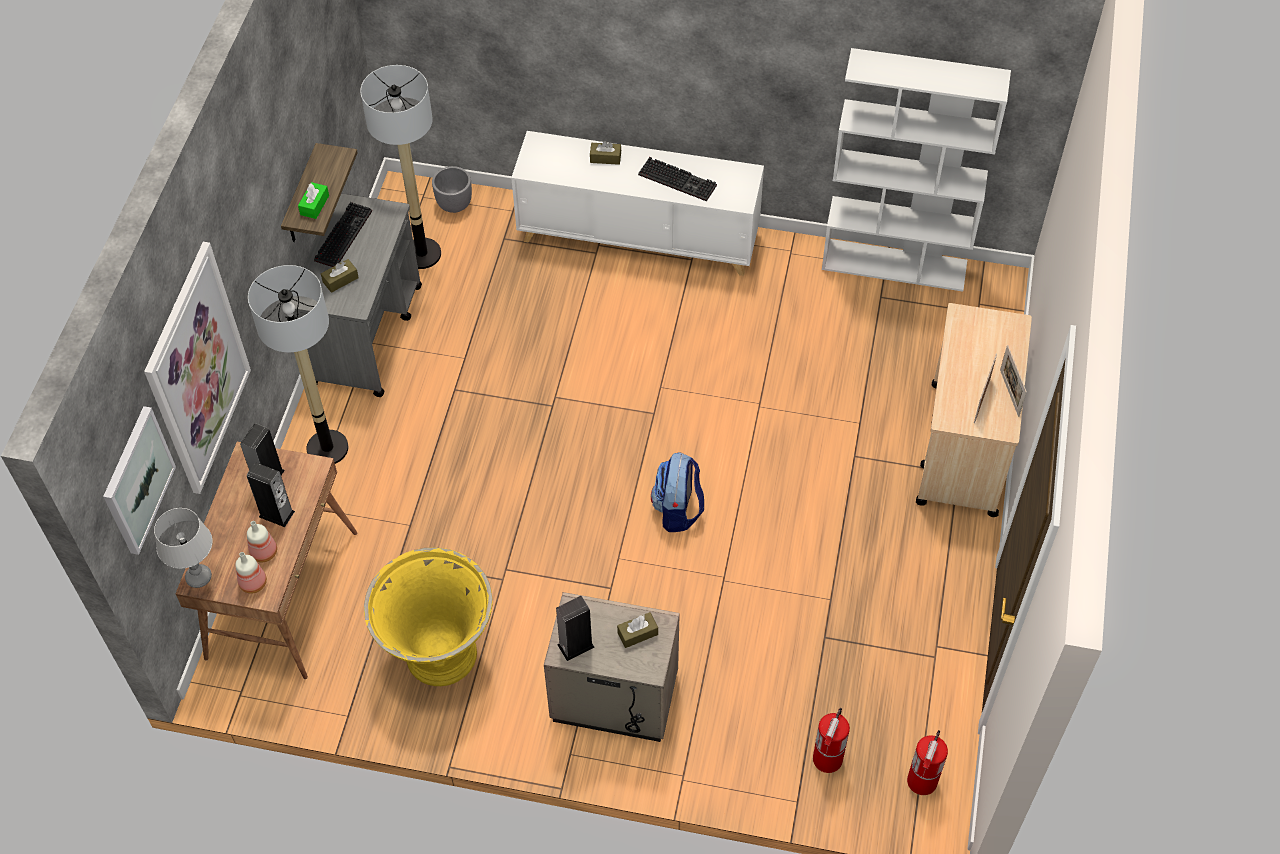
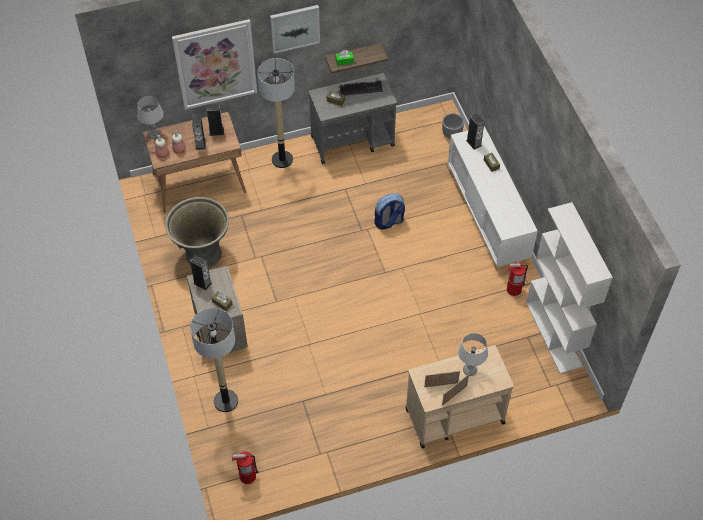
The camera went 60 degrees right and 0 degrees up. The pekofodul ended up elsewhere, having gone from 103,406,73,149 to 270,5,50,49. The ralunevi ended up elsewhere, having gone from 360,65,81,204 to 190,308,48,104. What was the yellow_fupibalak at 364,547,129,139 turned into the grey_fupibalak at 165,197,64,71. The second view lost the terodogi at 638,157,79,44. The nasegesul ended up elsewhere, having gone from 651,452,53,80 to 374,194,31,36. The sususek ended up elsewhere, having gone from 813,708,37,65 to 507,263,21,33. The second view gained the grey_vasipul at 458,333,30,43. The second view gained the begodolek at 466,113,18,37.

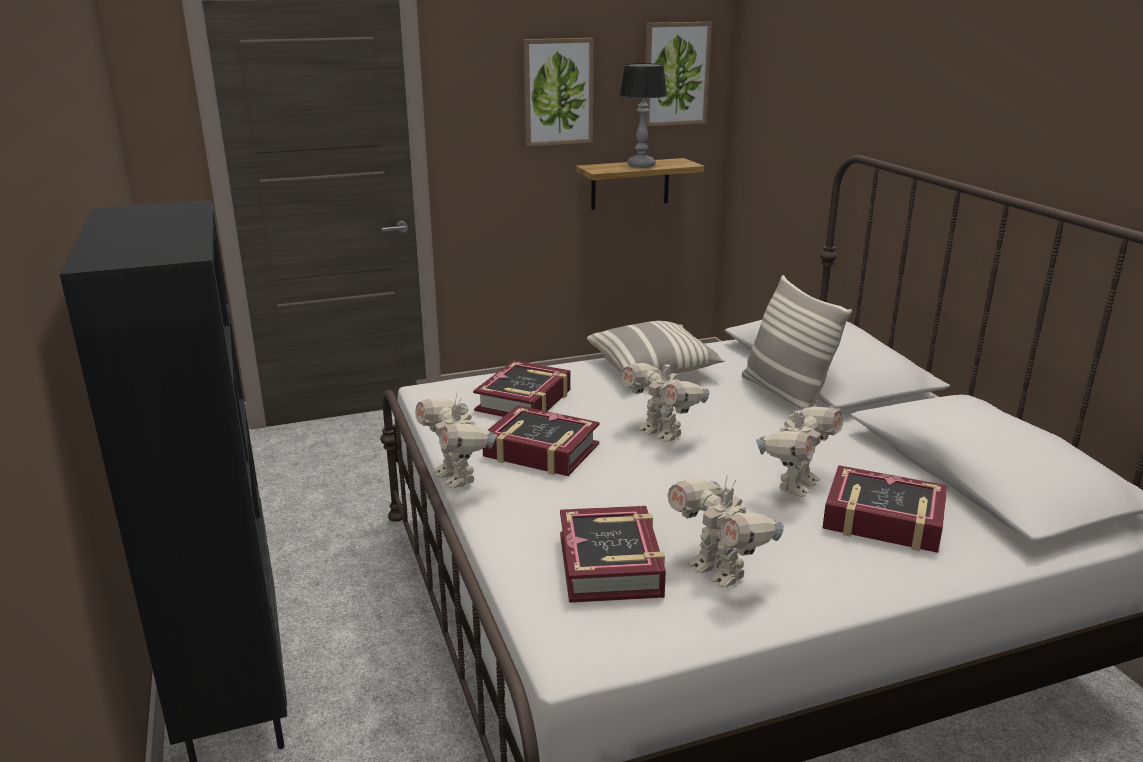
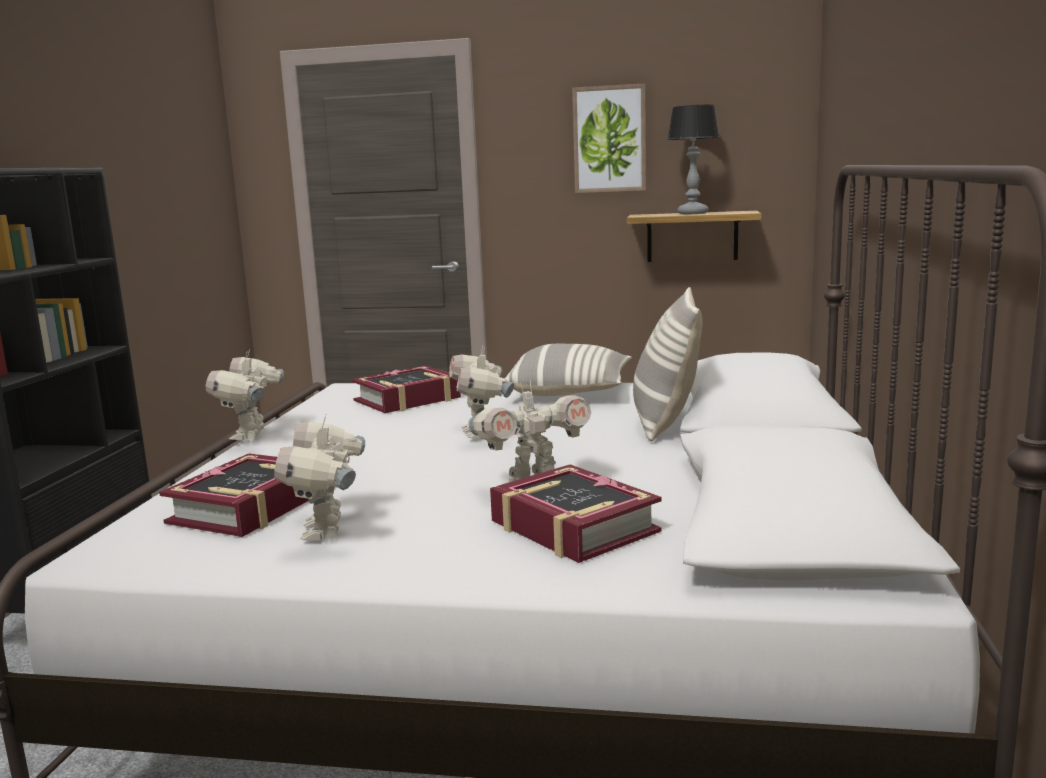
The camera went 30 degrees right and 10 degrees down. The second view lost the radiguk at 483,405,117,71. The second view lost the pekofodul at 644,22,68,105.

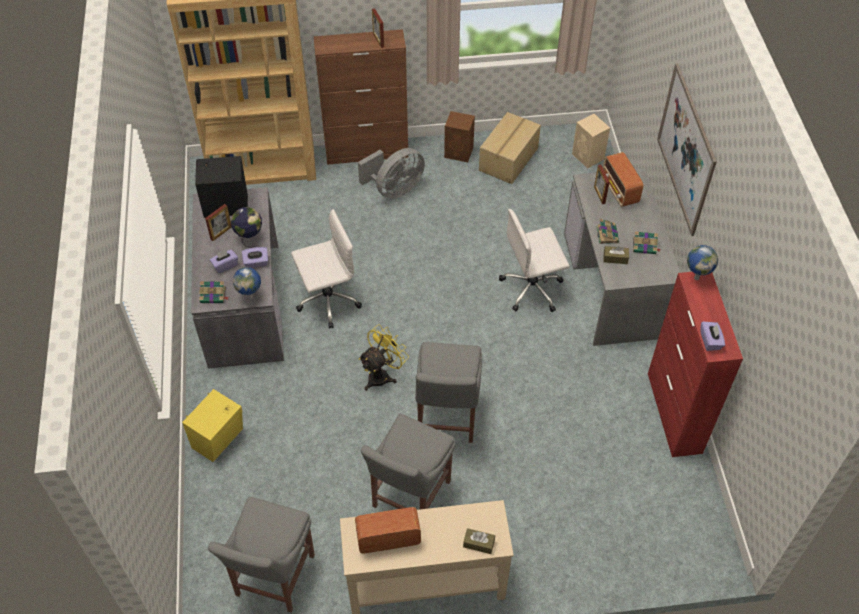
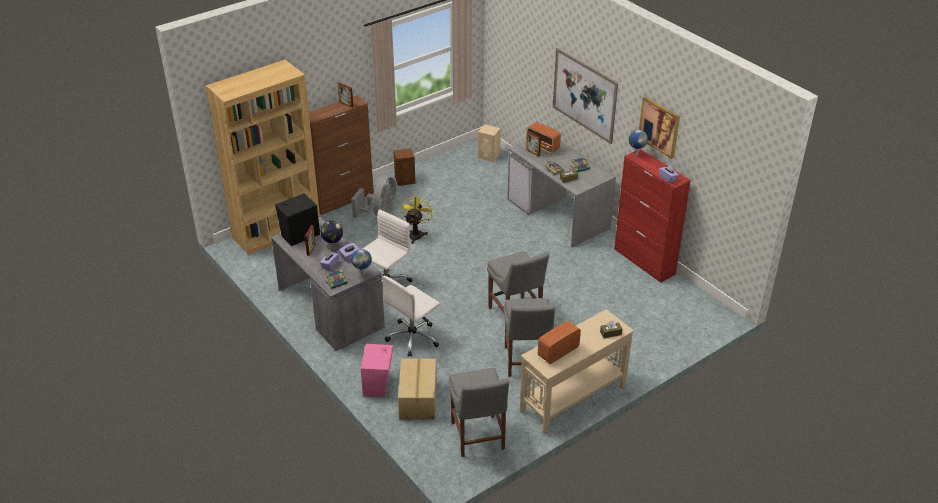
The camera went 30 degrees left and 15 degrees down. What was the yellow_begodolek at 182,389,61,73 turned into the pink_begodolek at 361,344,32,53. The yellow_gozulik ended up elsewhere, having gone from 359,325,50,66 to 401,195,33,49. The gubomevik ended up elsewhere, having gone from 479,112,62,72 to 398,358,39,62. The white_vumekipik ended up elsewhere, having gone from 499,209,71,103 to 382,276,58,80. The second view gained the pekofodul at 639,97,41,62.

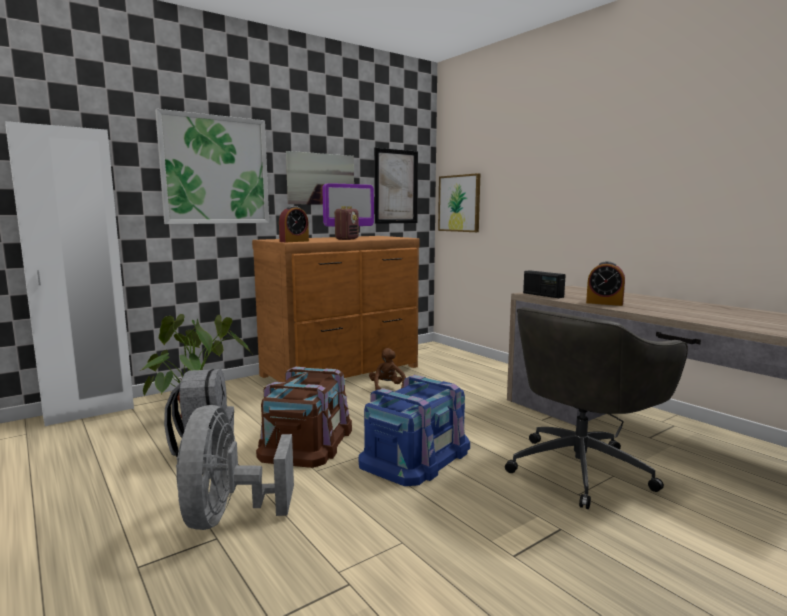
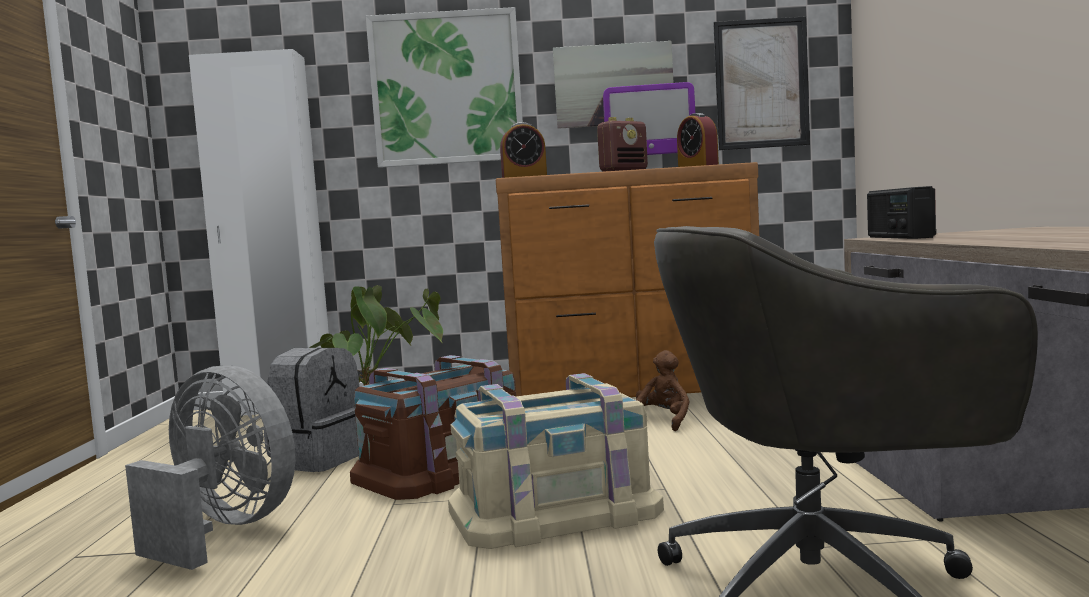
The camera went 35 degrees right and 5 degrees down. The grey_gozulik at 176,405,118,125 ended up facing another way, 90 degrees clockwise from before. What was the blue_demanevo at 359,375,111,111 turned into the beige_demanevo at 448,373,216,176. The second view lost the pekofodul at 438,173,42,59. The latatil ended up elsewhere, having gone from 586,261,39,45 to 677,113,42,54.

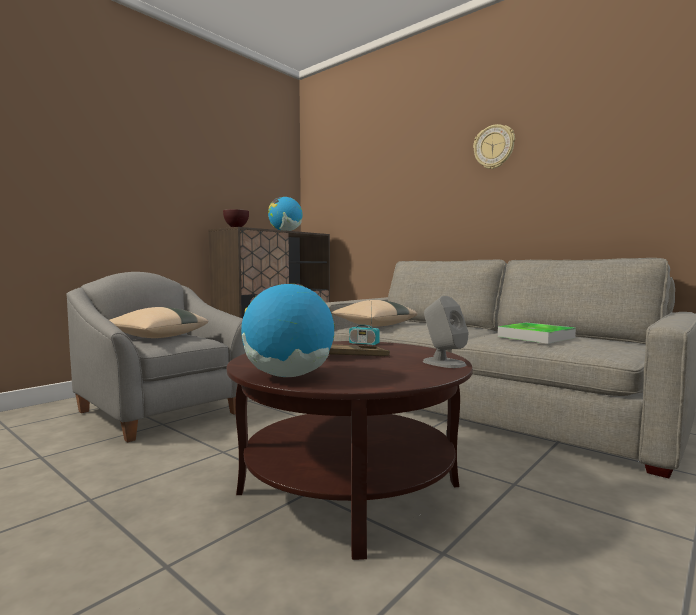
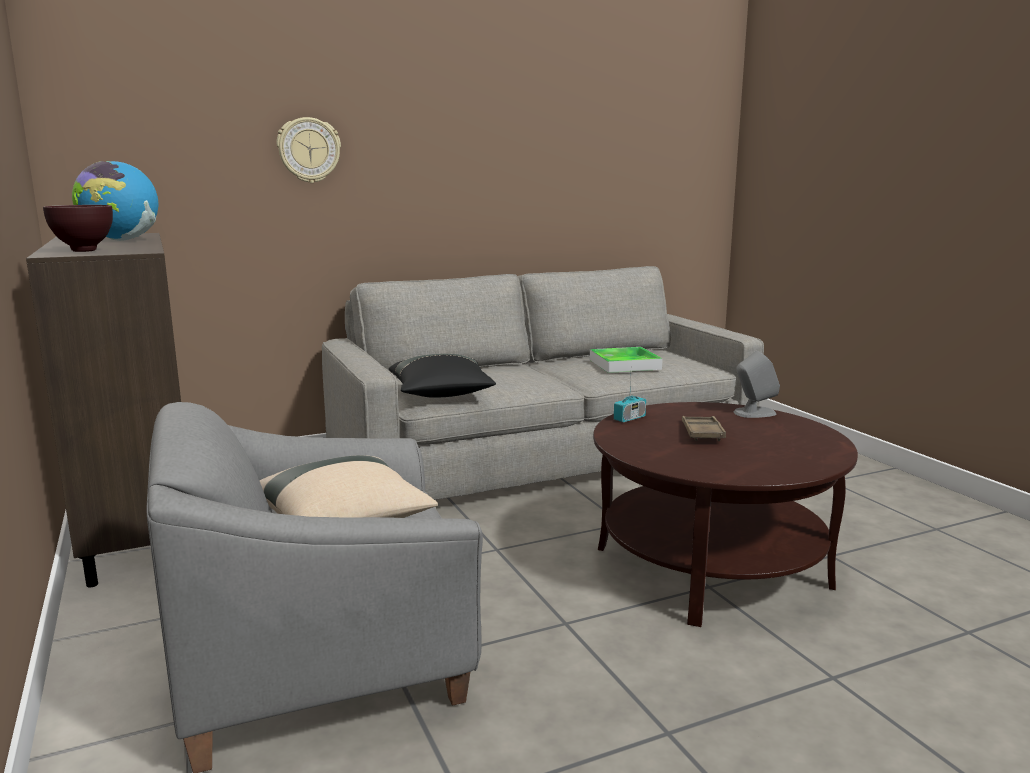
The camera went 65 degrees left and 10 degrees up. The second view lost the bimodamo at 241,284,94,93. What was the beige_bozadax at 331,300,87,27 turned into the black_bozadax at 389,354,107,44. The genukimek ended up elsewhere, having gone from 473,124,42,45 to 277,117,64,66.

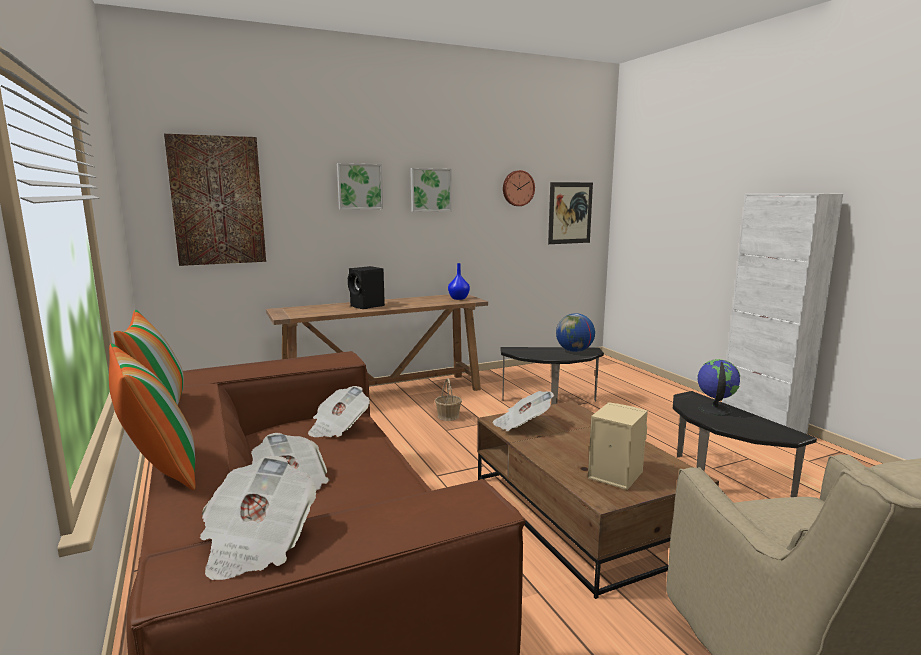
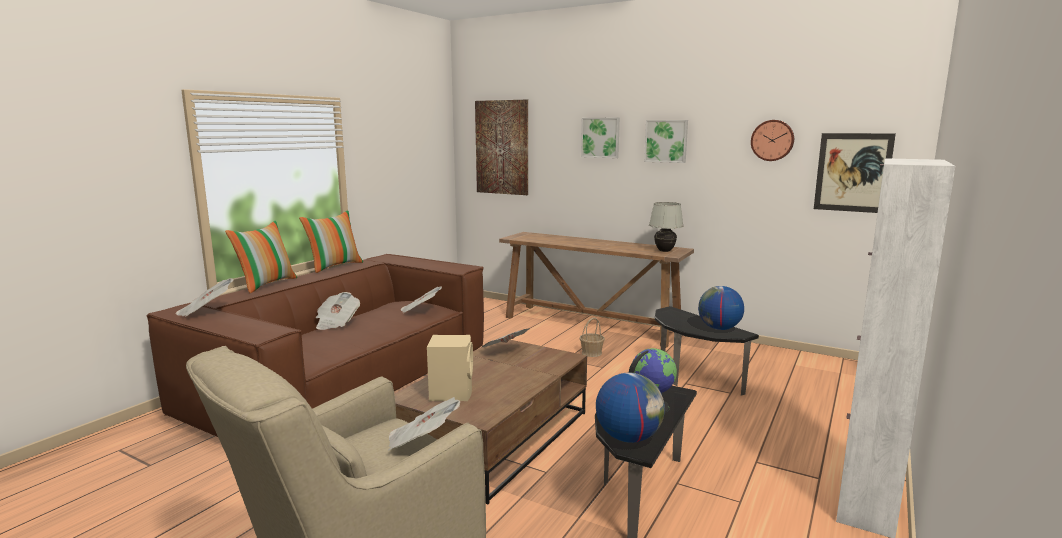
The camera went 55 degrees right and 0 degrees up. The second view lost the black_begodolek at 348,266,37,43. Where the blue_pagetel stood at 448,263,22,37, the white_vasipul came to stand at 649,202,35,50. The second view gained the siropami at 388,397,72,54. The second view gained the bimodamo at 596,372,69,71.

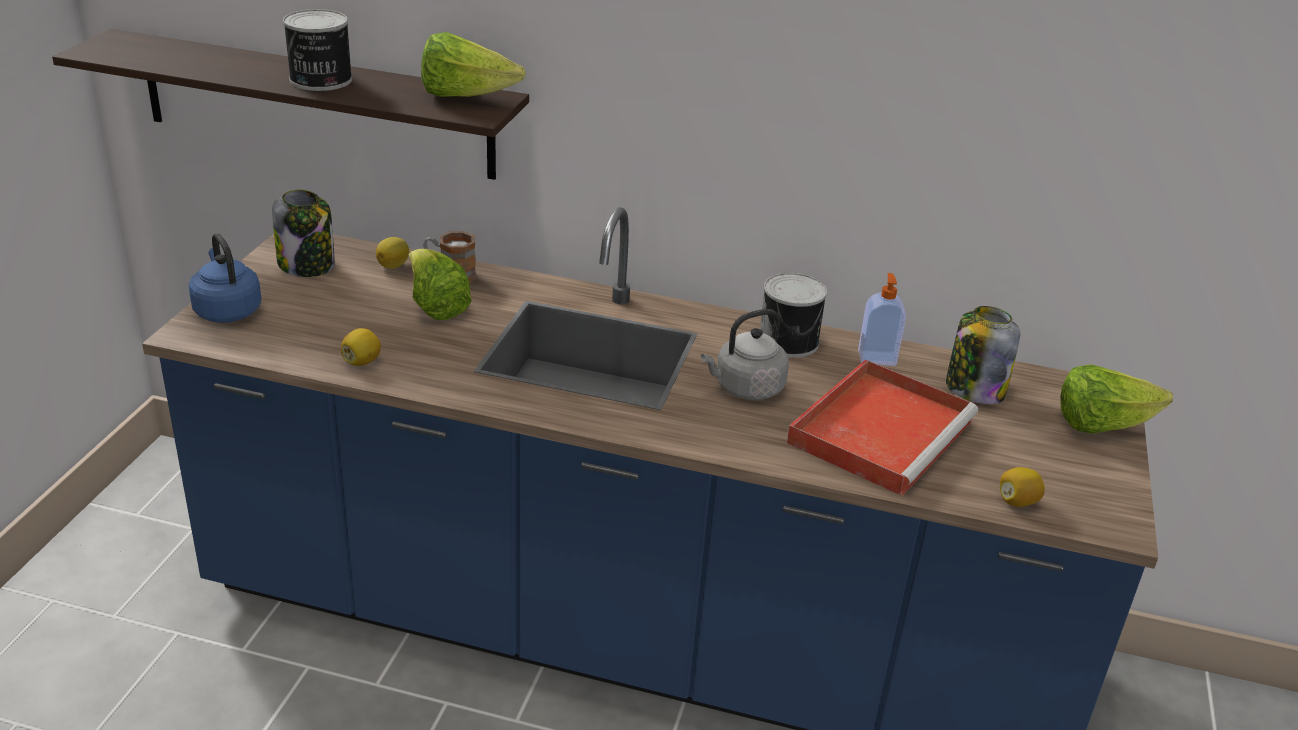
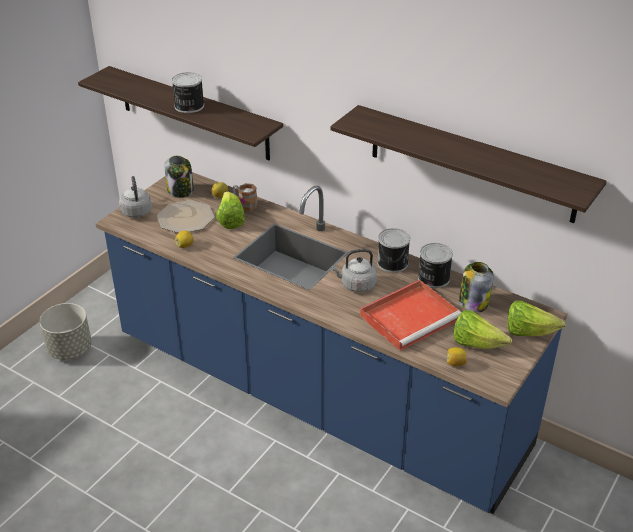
The camera went 20 degrees right and 5 degrees up. What was the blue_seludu at 189,233,73,90 turned into the grey_seludu at 119,176,33,42. The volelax ended up elsewhere, having gone from 421,32,105,65 to 453,310,59,39. Where the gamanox stood at 858,273,48,93, the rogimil came to stand at 418,243,35,45. The second view gained the grey_fupibalak at 39,303,53,57. The second view gained the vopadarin at 157,200,58,33. The second view gained the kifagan at 330,105,277,118.

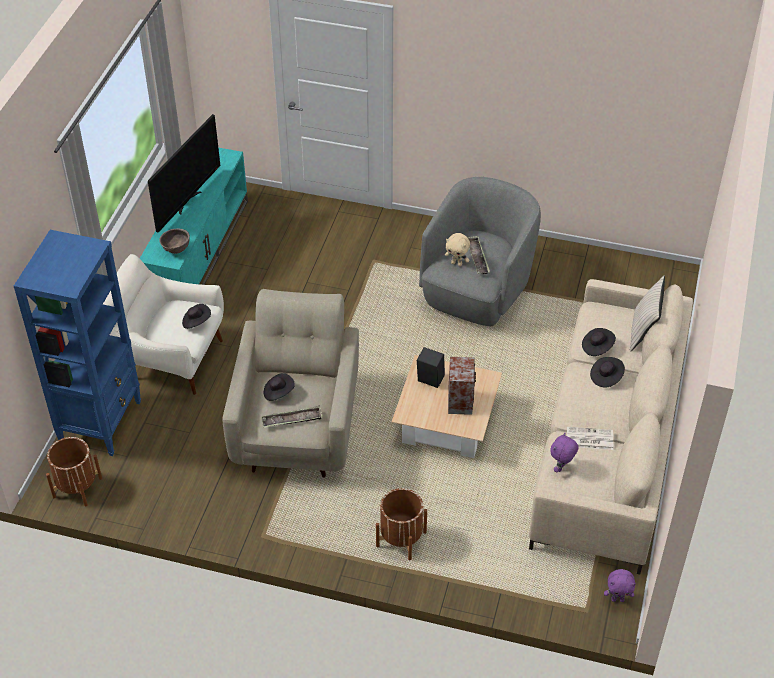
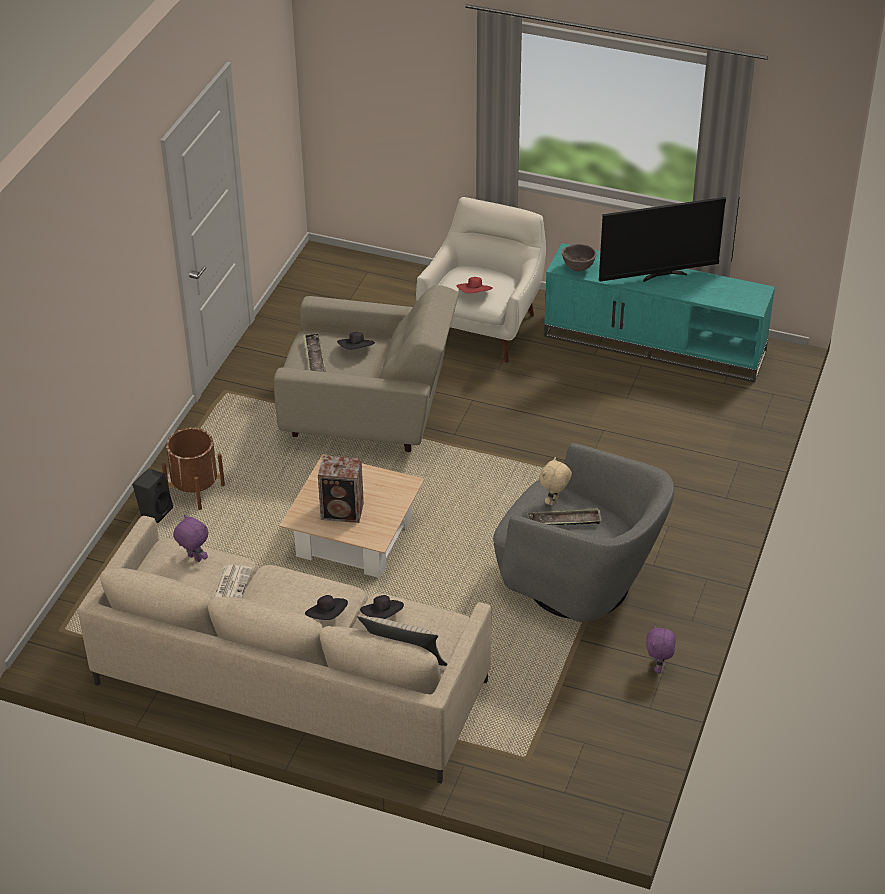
The camera went 95 degrees right and 5 degrees down. The second view lost the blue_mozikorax at 14,230,127,226. The second view lost the brown_fupibalak at 46,437,56,69. The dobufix at 148,114,72,118 ended up facing another way, 45 degrees counterclockwise from before. What was the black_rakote at 182,304,29,25 turned into the red_rakote at 456,277,37,16. The black_begodolek ended up elsewhere, having gone from 417,347,28,41 to 132,469,41,54. The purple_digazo ended up elsewhere, having gone from 604,569,32,33 to 646,624,29,49.

